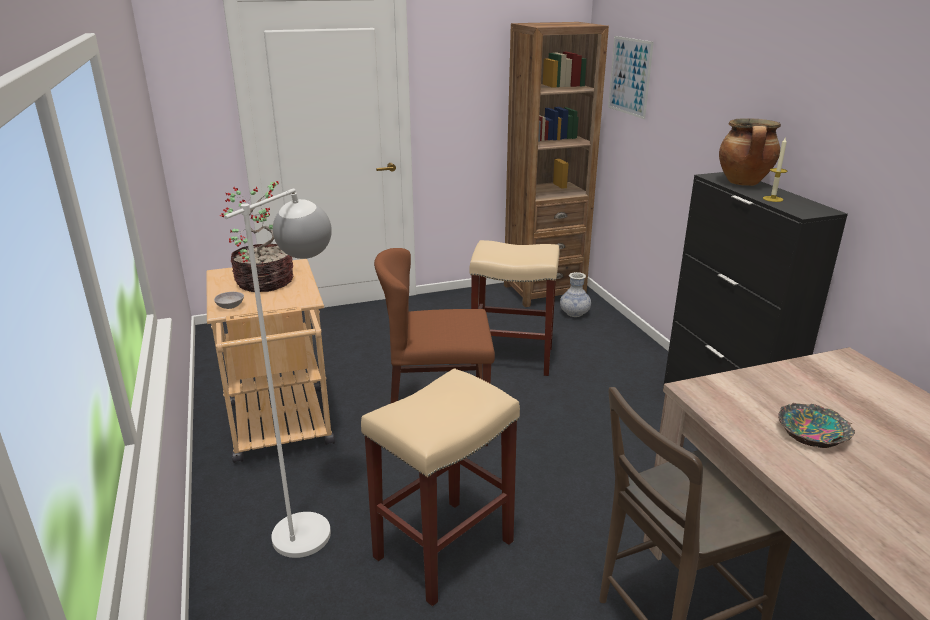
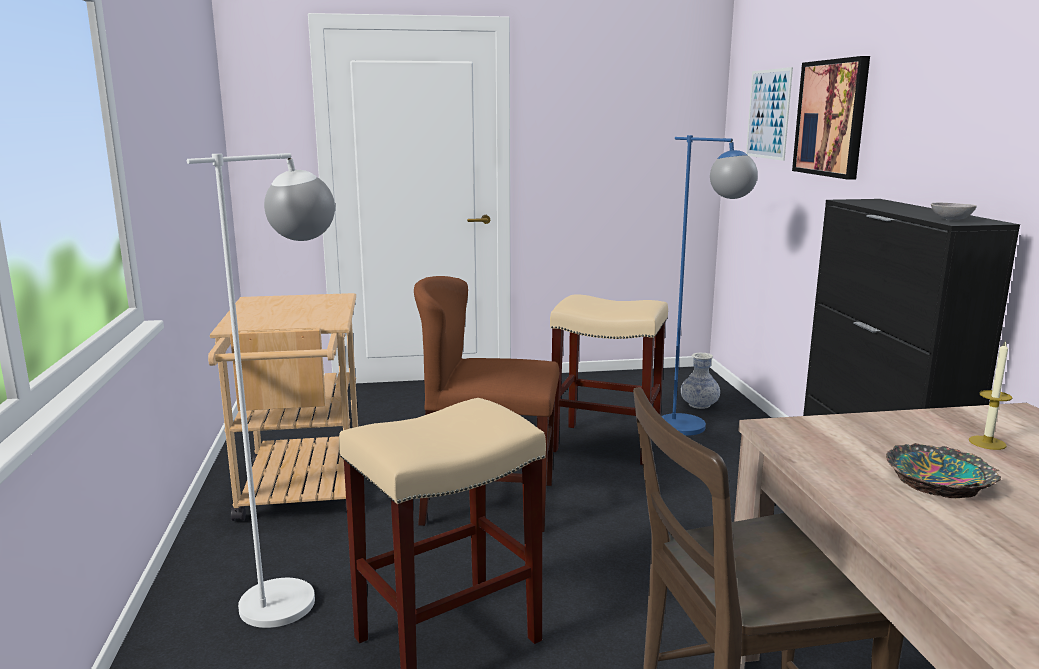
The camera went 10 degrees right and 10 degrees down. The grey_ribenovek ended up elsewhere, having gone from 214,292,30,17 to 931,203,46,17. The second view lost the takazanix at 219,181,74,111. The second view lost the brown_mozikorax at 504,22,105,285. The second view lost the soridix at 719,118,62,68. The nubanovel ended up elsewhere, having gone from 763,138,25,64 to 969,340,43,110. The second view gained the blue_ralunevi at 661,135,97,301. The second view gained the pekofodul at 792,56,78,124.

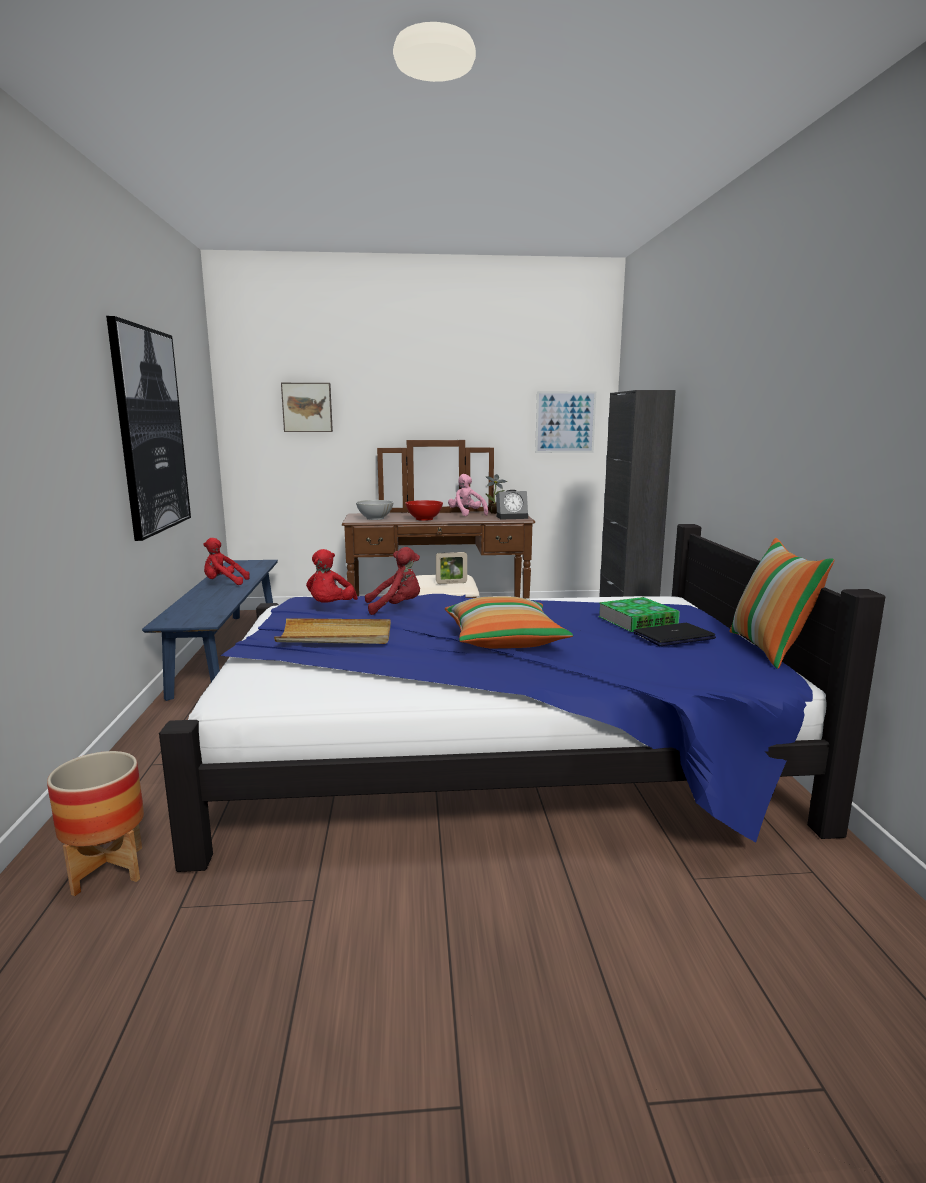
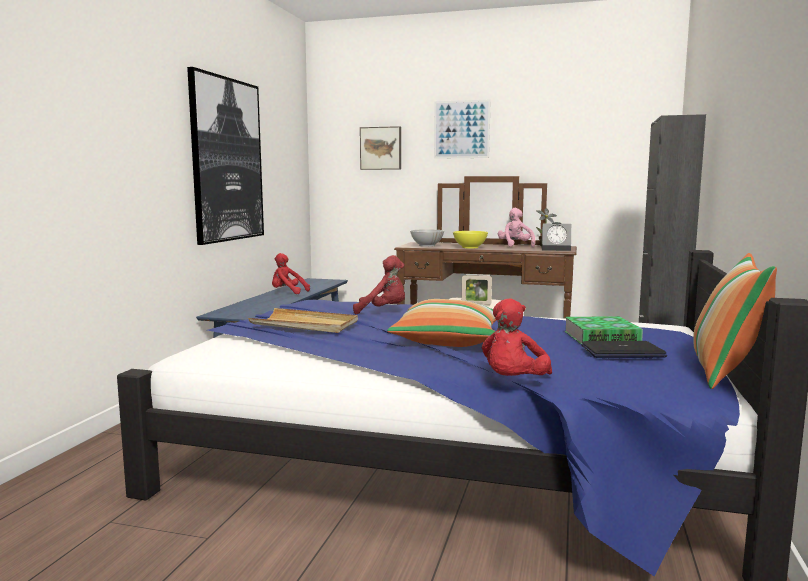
The camera went 20 degrees right and 5 degrees down. The second view lost the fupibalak at 47,751,97,145. The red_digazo ended up elsewhere, having gone from 306,549,52,54 to 482,298,70,78. What was the red_ribenovek at 405,500,38,21 turned into the yellow_ribenovek at 453,231,35,18. The pekofodul ended up elsewhere, having gone from 535,391,61,62 to 434,100,57,59.

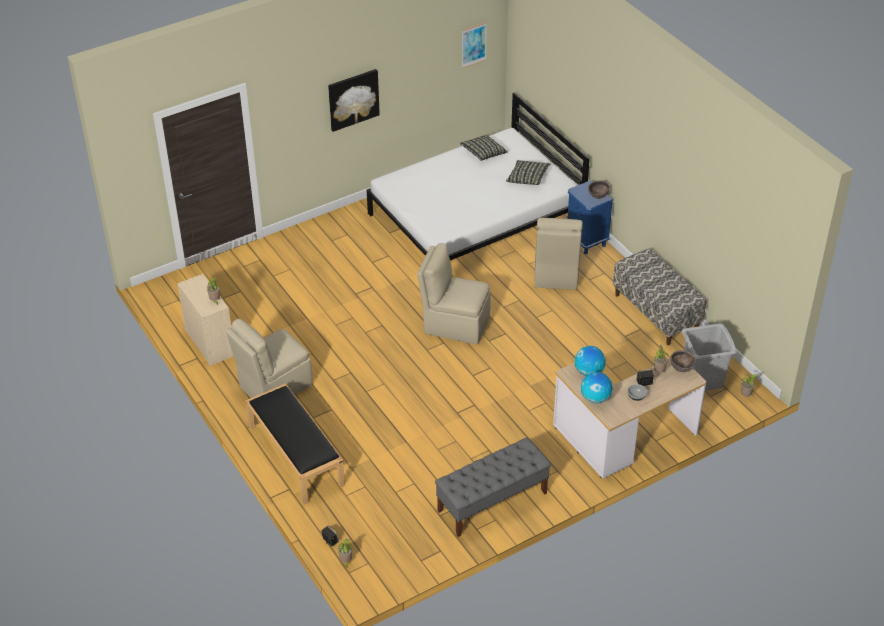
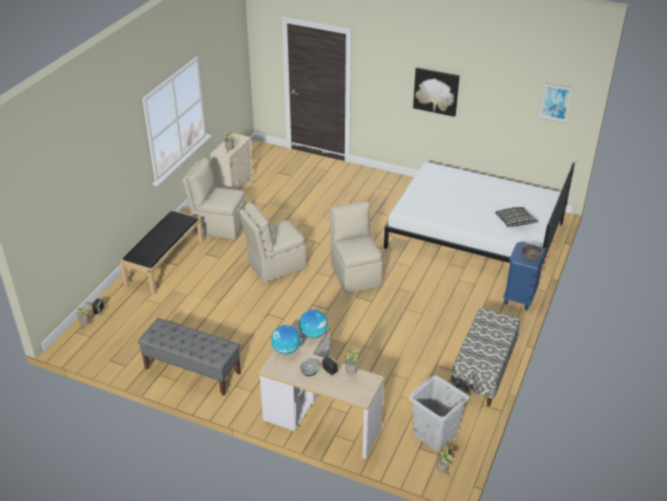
The camera went 55 degrees right and 5 degrees down. The second view lost the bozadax at 460,135,48,26. The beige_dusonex ended up elsewhere, having gone from 535,218,48,72 to 239,203,67,80. The second view lost the brown_ribenovek at 670,350,26,22.

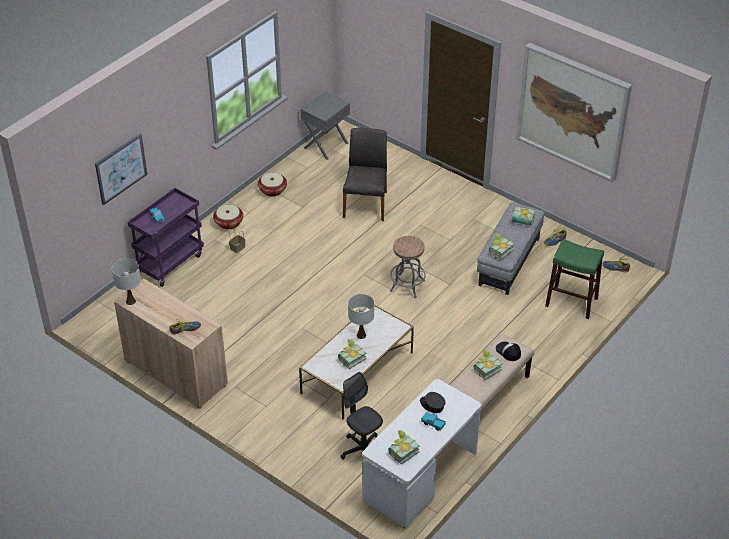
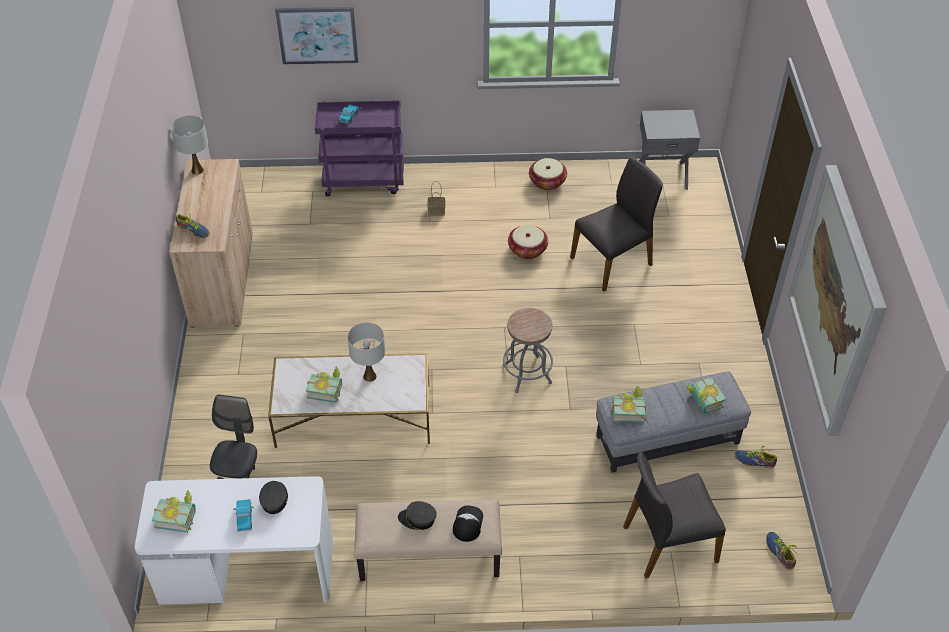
The camera went 50 degrees right and 5 degrees up. The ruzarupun ended up elsewhere, having gone from 213,205,30,25 to 508,225,40,34. Where the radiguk stood at 474,350,29,30, the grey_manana came to stand at 398,501,39,29. Where the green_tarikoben stood at 545,239,59,80, the grey_dusonex came to stand at 623,452,103,126.

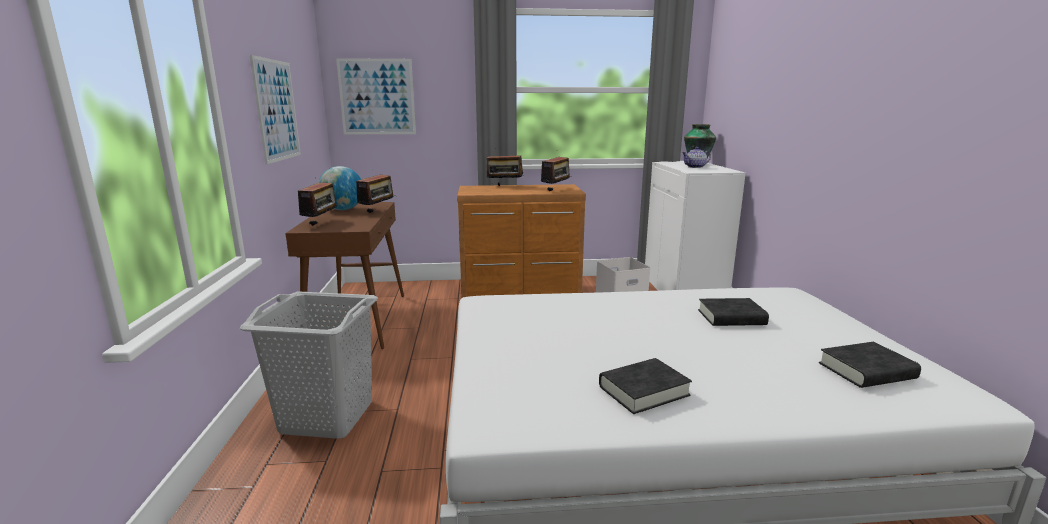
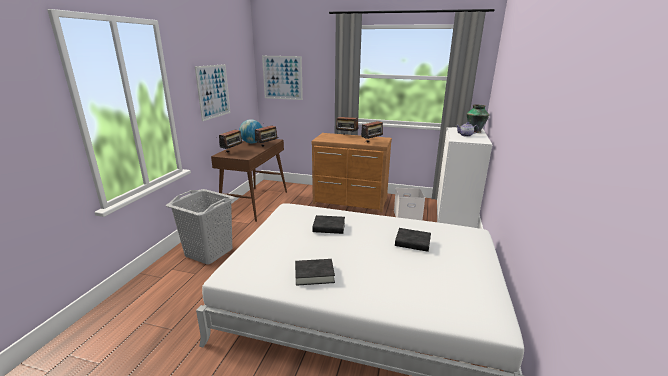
The camera went 20 degrees right and 5 degrees up. The black_radiguk ended up elsewhere, having gone from 819,342,102,46 to 312,215,33,19.

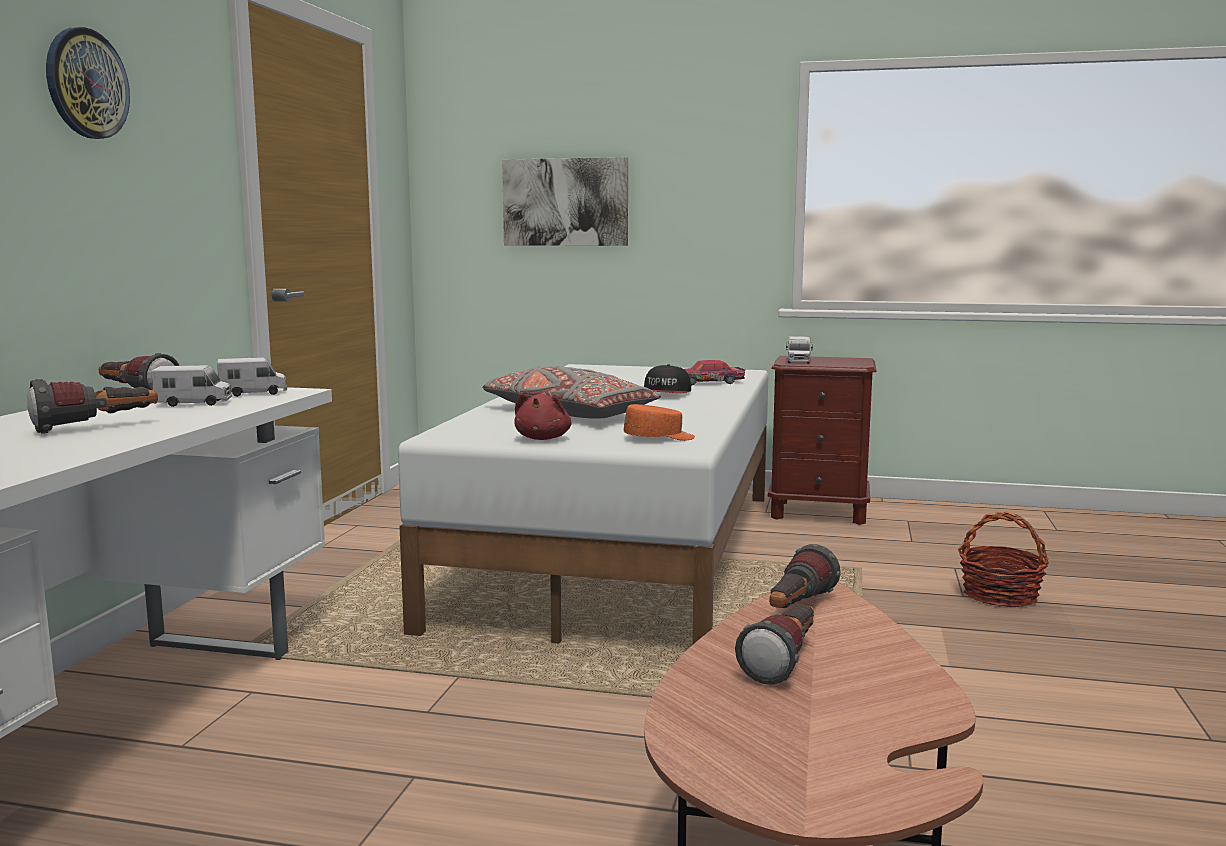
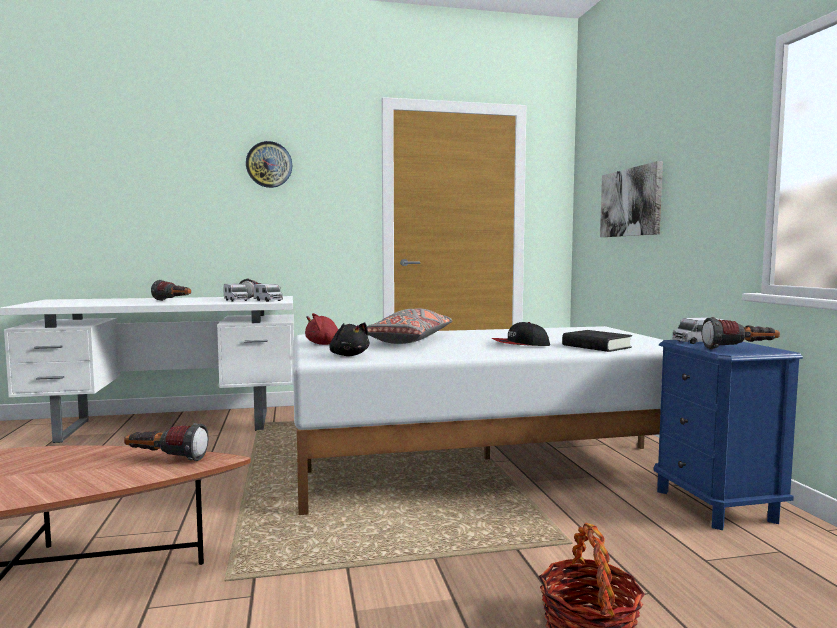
The camera went 65 degrees right and 5 degrees down. Where the orange_manana stood at 624,404,71,37, the black_digazo came to stand at 329,323,40,33. Where the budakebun stood at 684,360,61,25, the black_radiguk came to stand at 562,330,70,22. The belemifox ended up elsewhere, having gone from 735,604,79,81 to 702,317,78,33. What was the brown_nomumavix at 768,356,109,169 turned into the blue_nomumavix at 654,340,149,190.

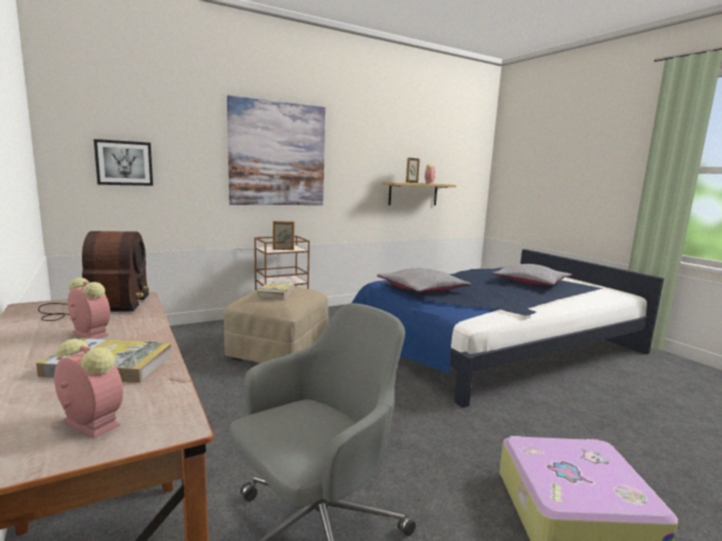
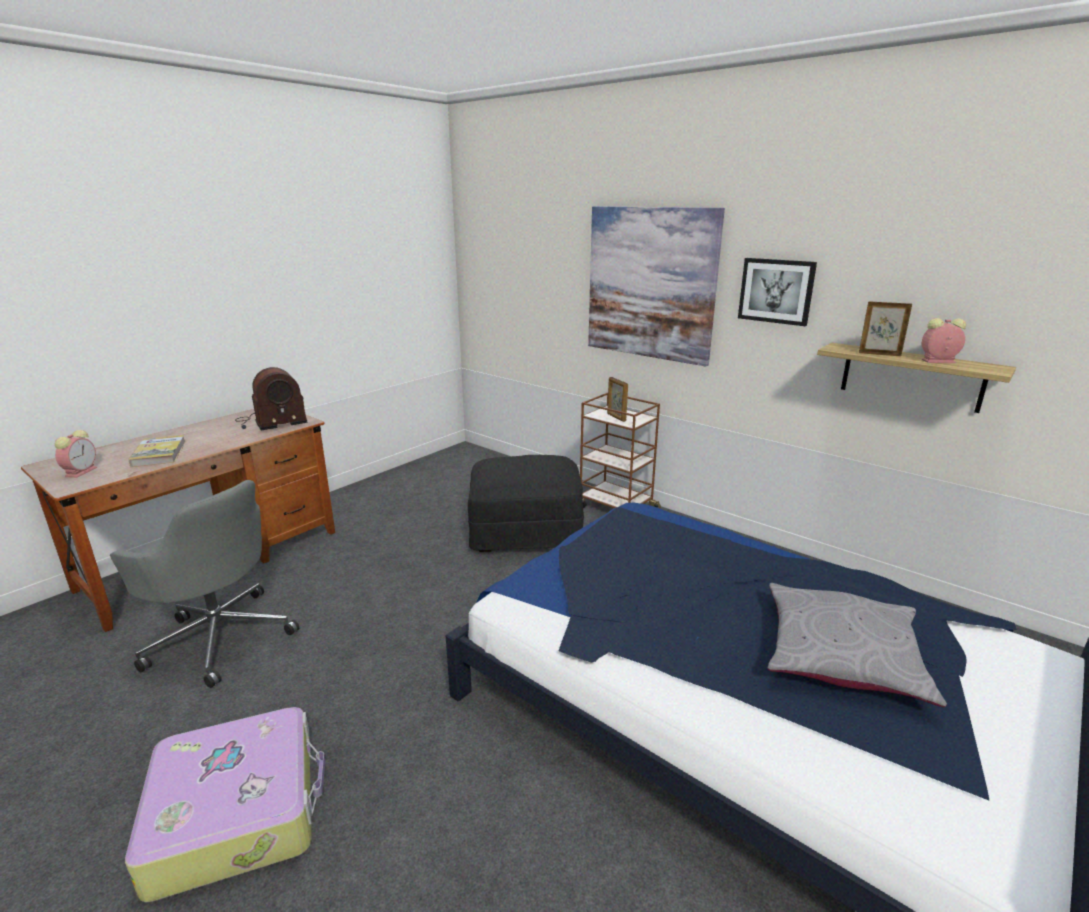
The camera went 70 degrees right and 10 degrees up. The second view lost the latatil at 68,278,42,61. The pekofodul ended up elsewhere, having gone from 94,139,59,47 to 738,258,79,68. What was the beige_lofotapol at 224,286,105,77 turned into the black_lofotapol at 468,455,116,97. The second view lost the radiguk at 257,281,38,17. The second view lost the grey_bozadax at 377,268,94,24.

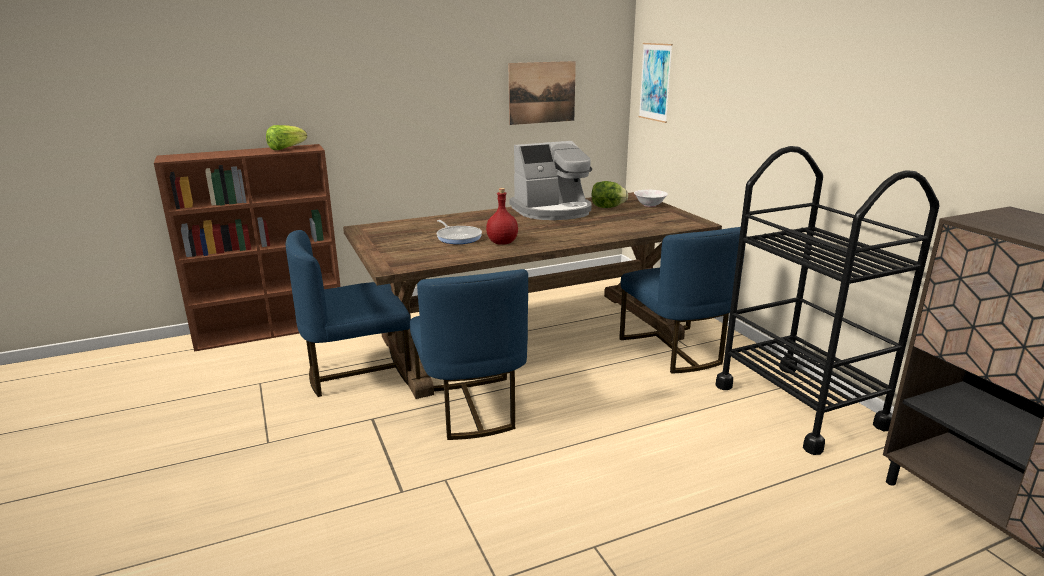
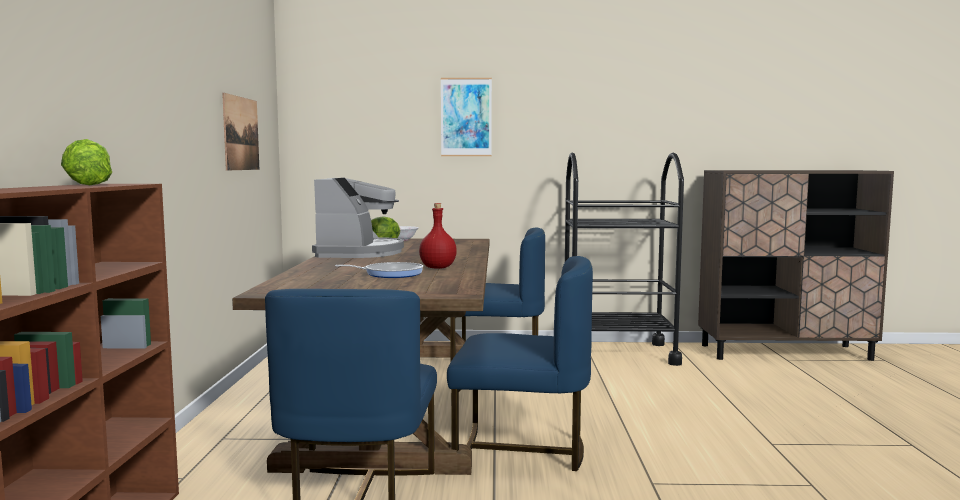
The camera went 65 degrees left and 15 degrees down. The pekofodul ended up elsewhere, having gone from 638,43,35,80 to 441,78,51,78.

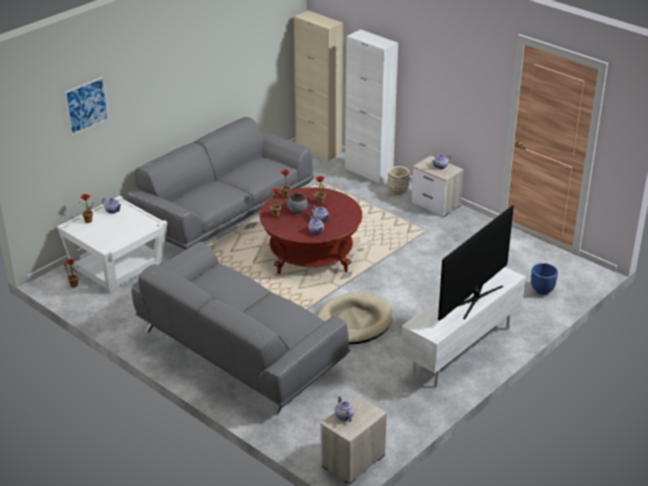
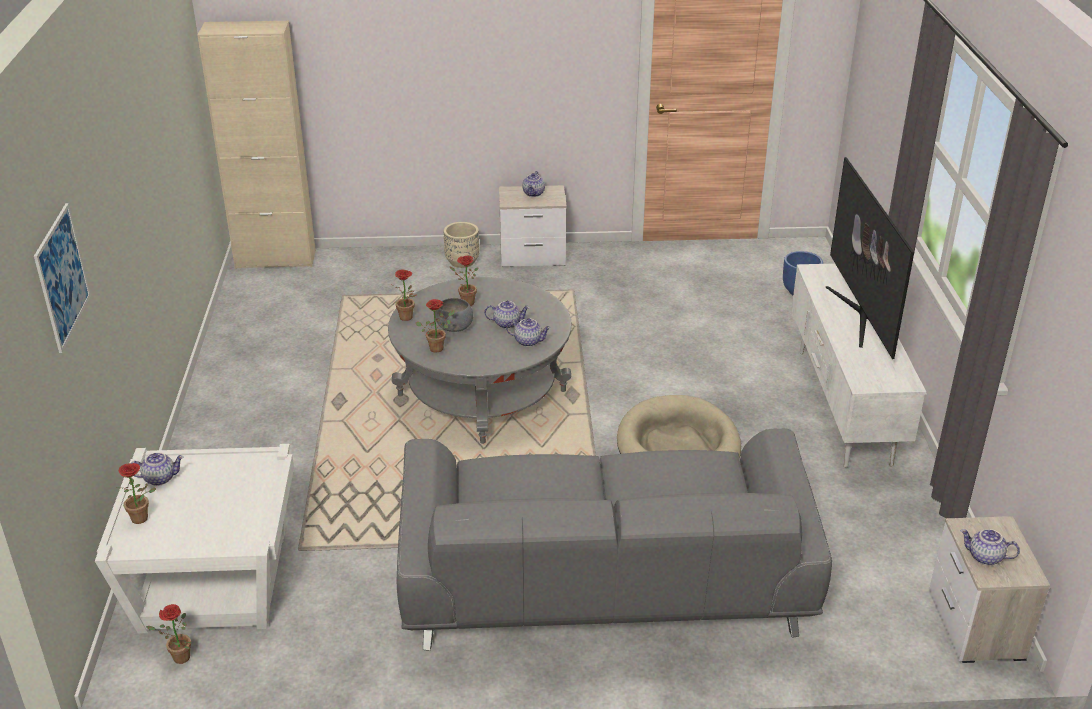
The camera went 45 degrees left and 0 degrees up. The second view lost the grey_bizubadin at 127,117,187,133. What was the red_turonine at 259,187,104,87 turned into the grey_turonine at 388,277,184,167. The second view lost the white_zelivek at 345,30,53,154.

